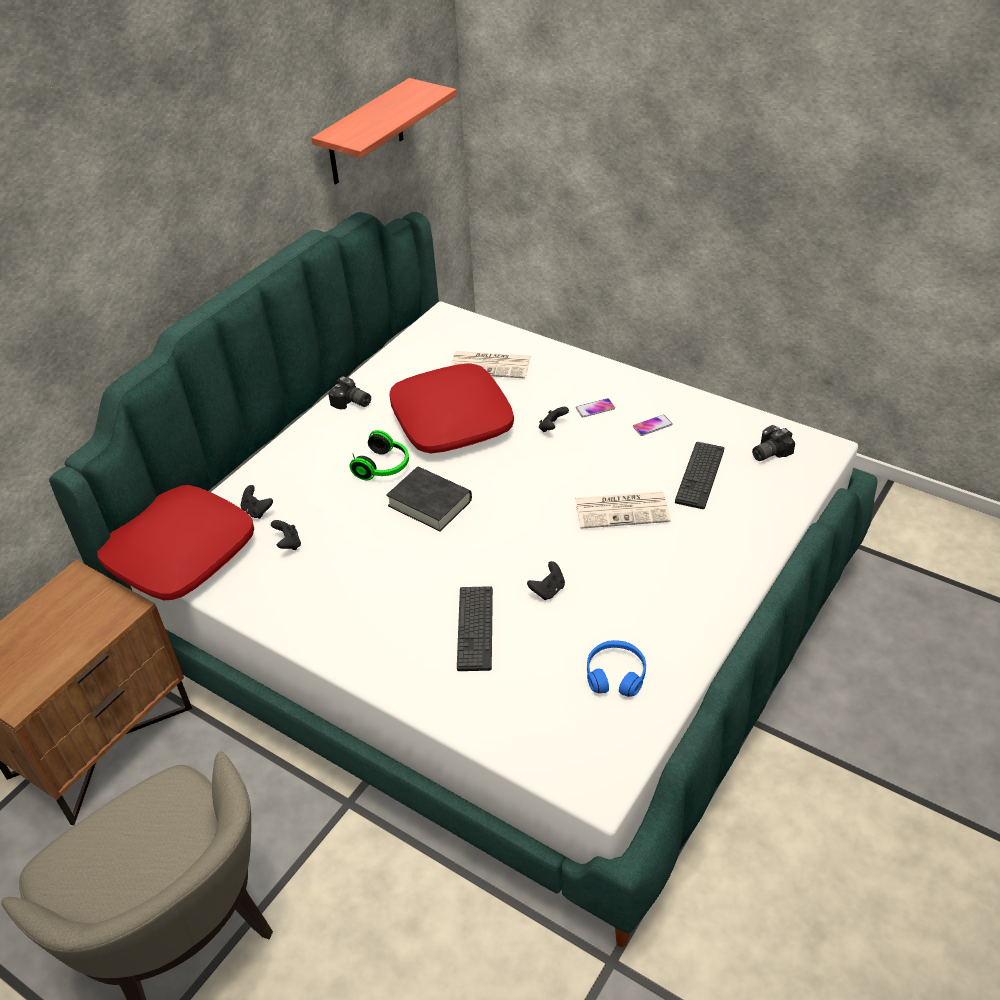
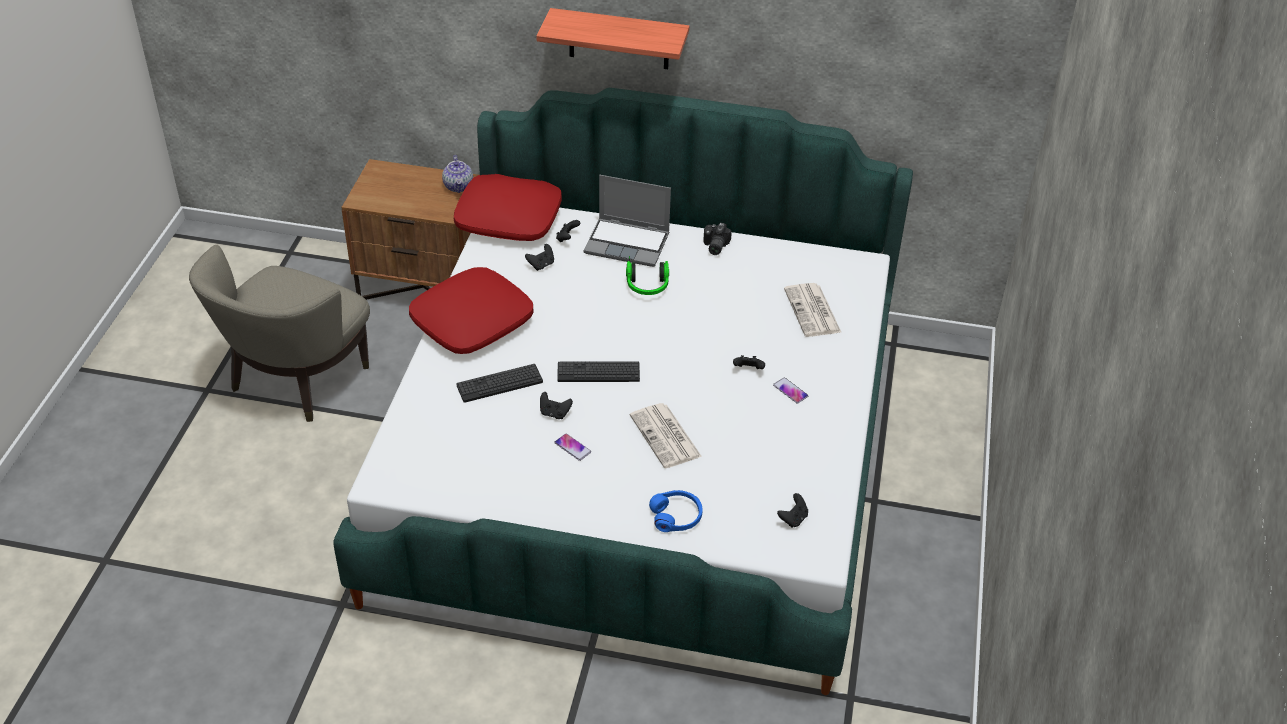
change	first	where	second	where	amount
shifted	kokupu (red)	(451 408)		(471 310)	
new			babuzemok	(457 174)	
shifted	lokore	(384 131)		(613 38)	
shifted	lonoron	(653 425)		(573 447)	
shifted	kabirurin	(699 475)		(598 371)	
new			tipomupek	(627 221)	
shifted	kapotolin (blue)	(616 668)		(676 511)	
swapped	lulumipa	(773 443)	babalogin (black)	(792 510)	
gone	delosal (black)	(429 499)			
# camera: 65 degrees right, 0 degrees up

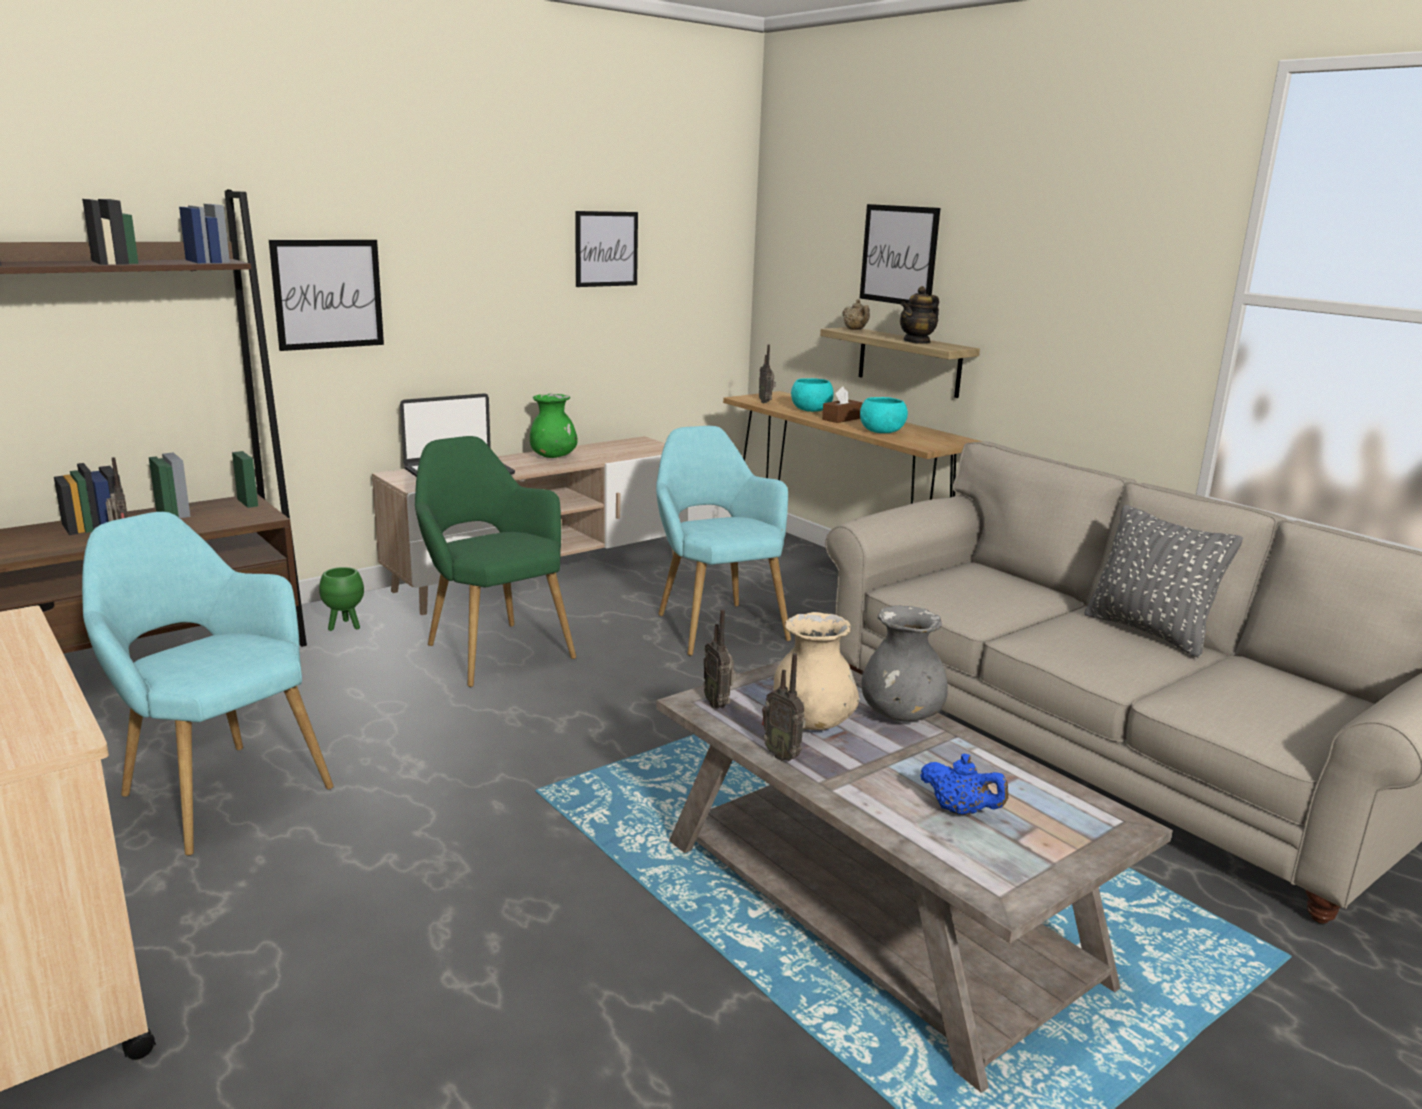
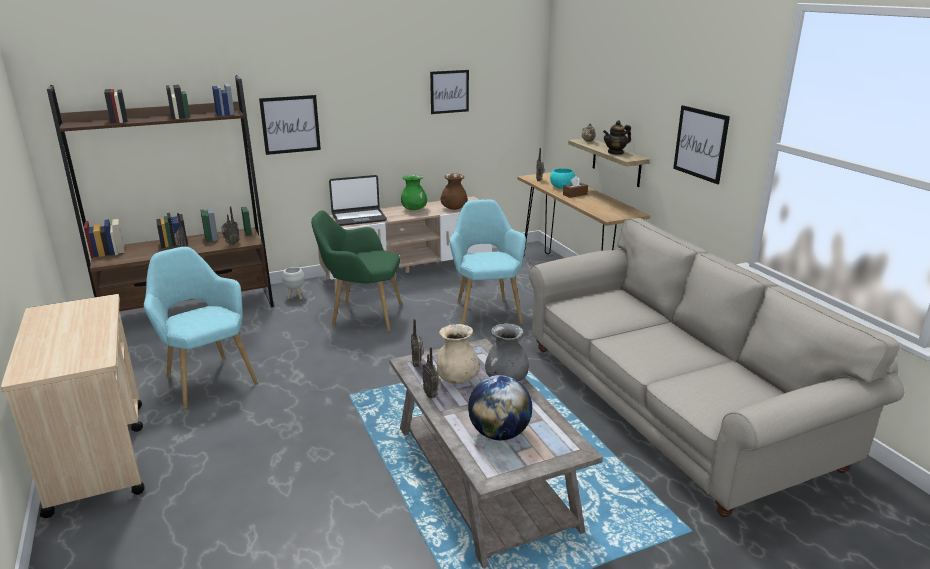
change	first	where	second	where	amount
new			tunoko	(230 225)	
repainted	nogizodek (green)	(341 599)	nogizodek (white)	(293 283)	
rotated	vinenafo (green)	(495 561)		(356 271)	60 degrees counterclockwise
new			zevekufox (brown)	(454 191)	
swapped	babuzemok (blue)	(964 784)	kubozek	(500 407)	
shifted	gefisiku	(900 254)		(701 144)	
gone	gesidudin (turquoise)	(884 415)			
gone	kokupu (grey)	(1163 581)			
# camera: 15 degrees right, 5 degrees up

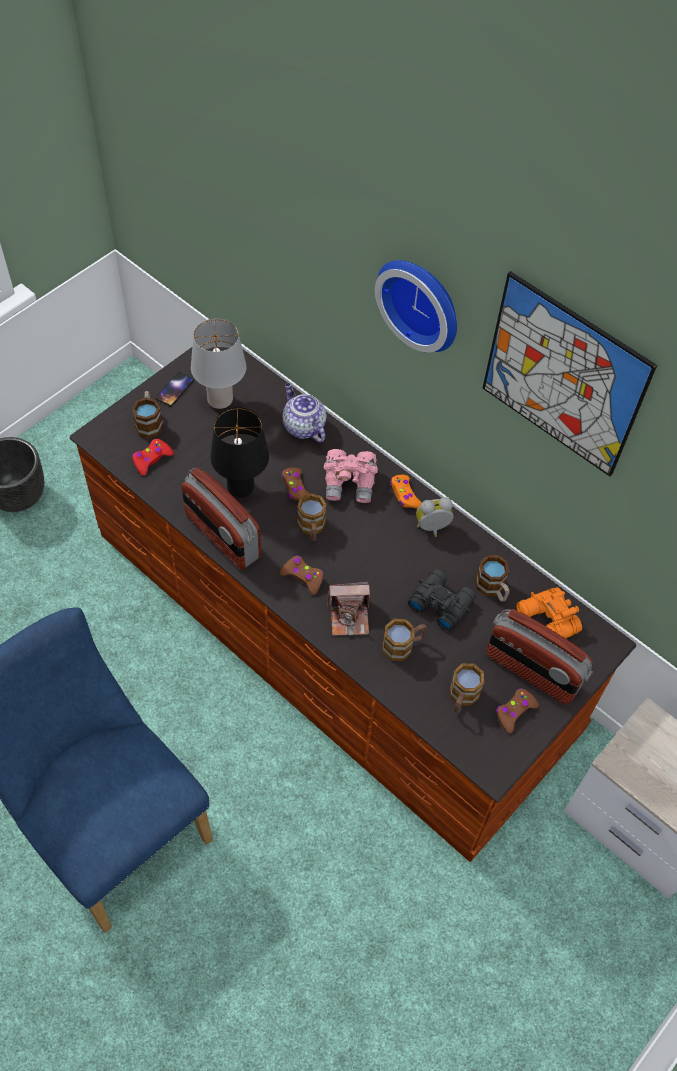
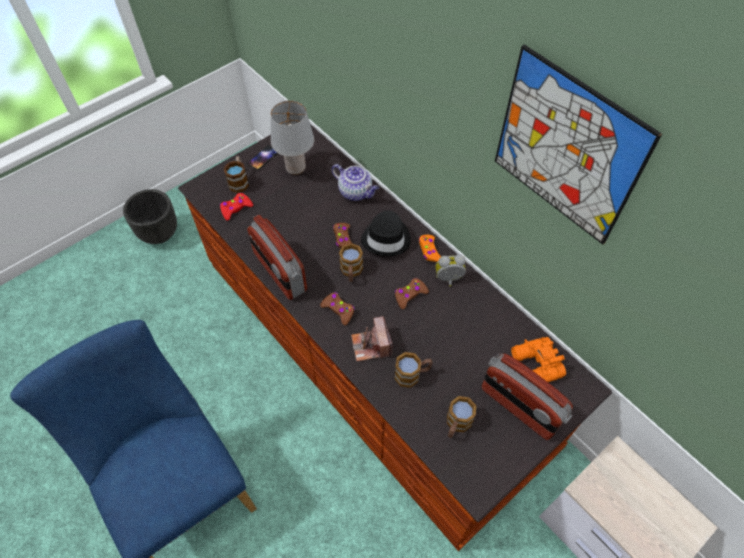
change	first	where	second	where	amount
rotated	babuzemok	(304 413)		(355 182)	150 degrees clockwise
rotated	lulumipa	(348 609)		(371 338)	75 degrees clockwise
swapped	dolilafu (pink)	(351 476)	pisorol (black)	(386 233)	
shifted	babalogin (brown)	(517 710)		(412 293)	
gone	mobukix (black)	(239 452)			
gone	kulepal	(416 306)			
gone	dolilafu (black)	(442 600)			
gone	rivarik	(492 578)			
# camera: 10 degrees right, 0 degrees up

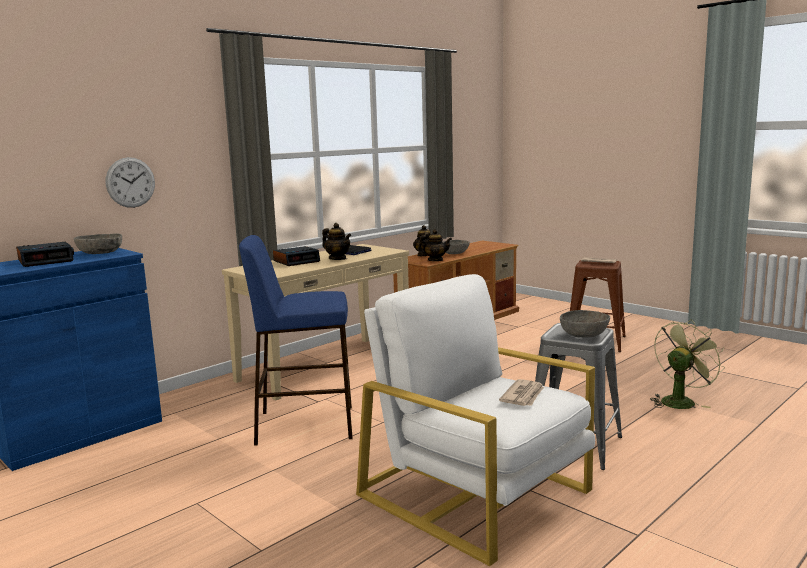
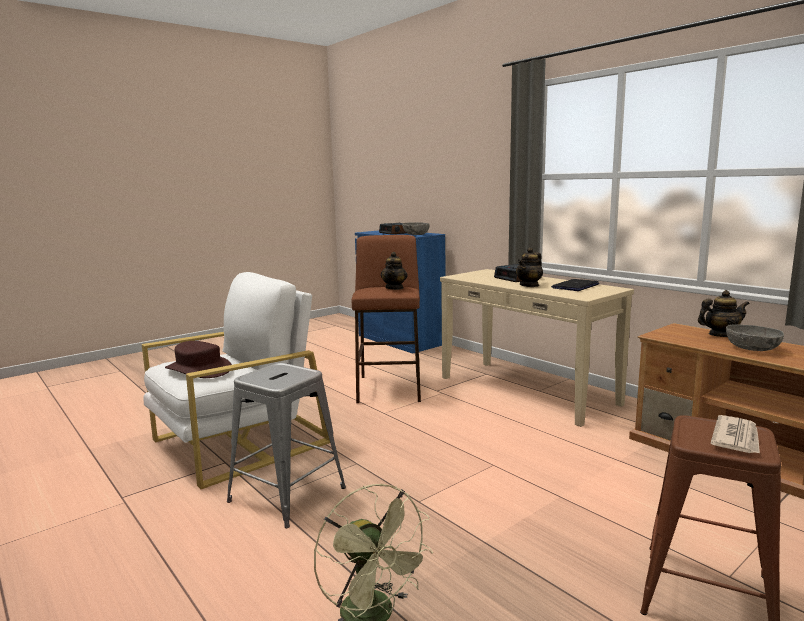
change	first	where	second	where	amount
swapped	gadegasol	(521 392)	pisorol (brown)	(198 359)	
repainted	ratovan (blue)	(296 340)	ratovan (brown)	(386 319)	
shifted	babuzemok	(435 245)		(394 271)	
gone	kulepal	(130 182)			
gone	gesidudin (grey)	(585 324)			
# camera: 95 degrees right, 0 degrees up

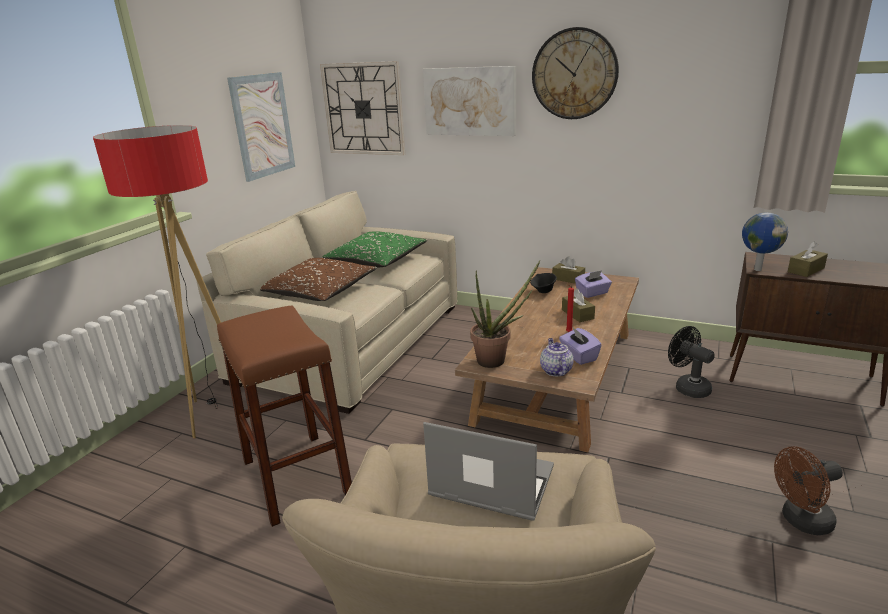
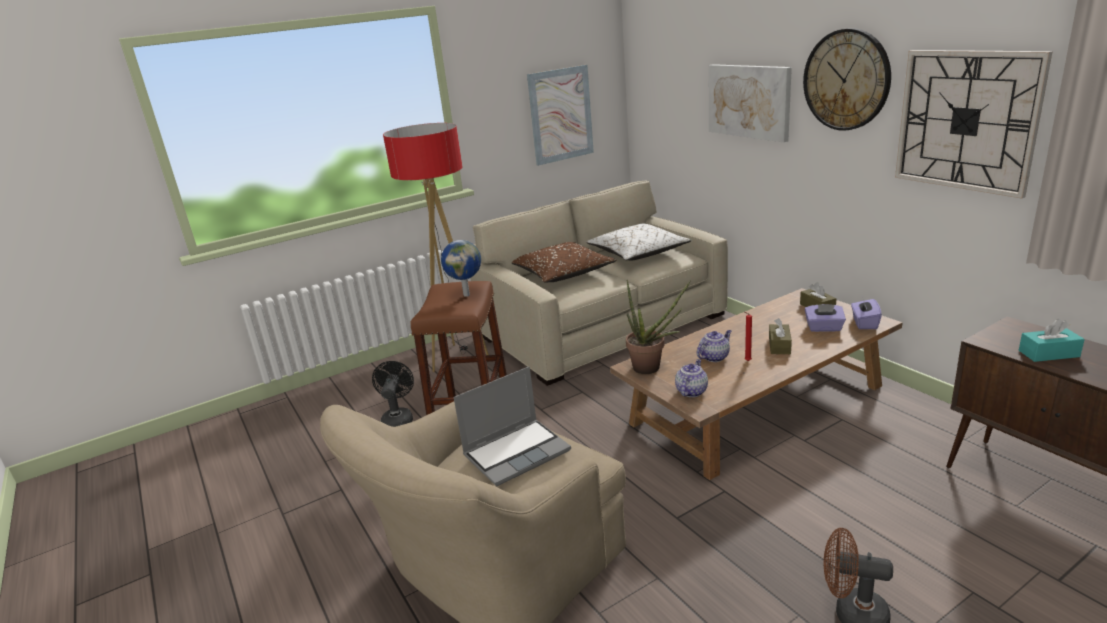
change	first	where	second	where	amount
shifted	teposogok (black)	(691 362)		(393 394)	
shifted	kubozek	(765 241)		(461 268)	
rotated	tipomupek	(488 471)		(512 426)	90 degrees clockwise
repainted	kokupu (green)	(374 249)	kokupu (white)	(639 242)	
new			babuzemok	(714 346)	
shifted	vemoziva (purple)	(580 345)		(866 312)	
shifted	kulepal	(362 108)		(974 124)	
repainted	vemoziva (brown)	(808 259)	vemoziva (turquoise)	(1052 340)	
gone	gesidudin (black)	(543 283)			
# camera: 35 degrees right, 0 degrees up

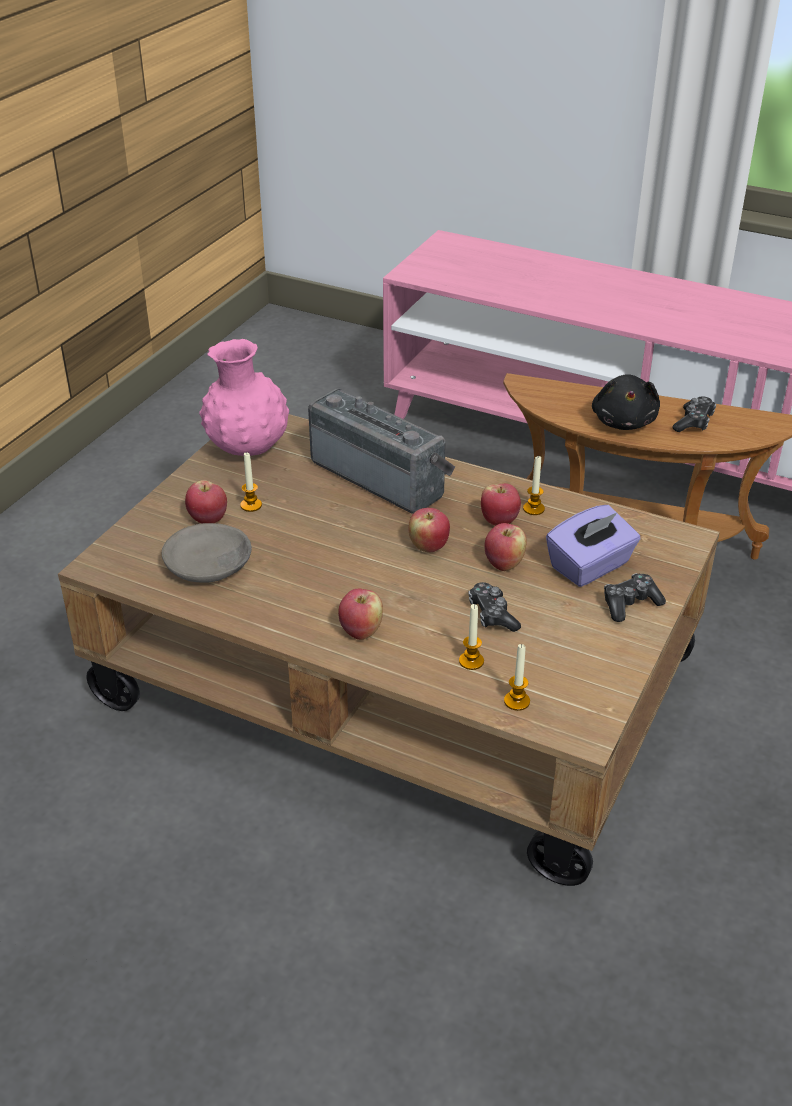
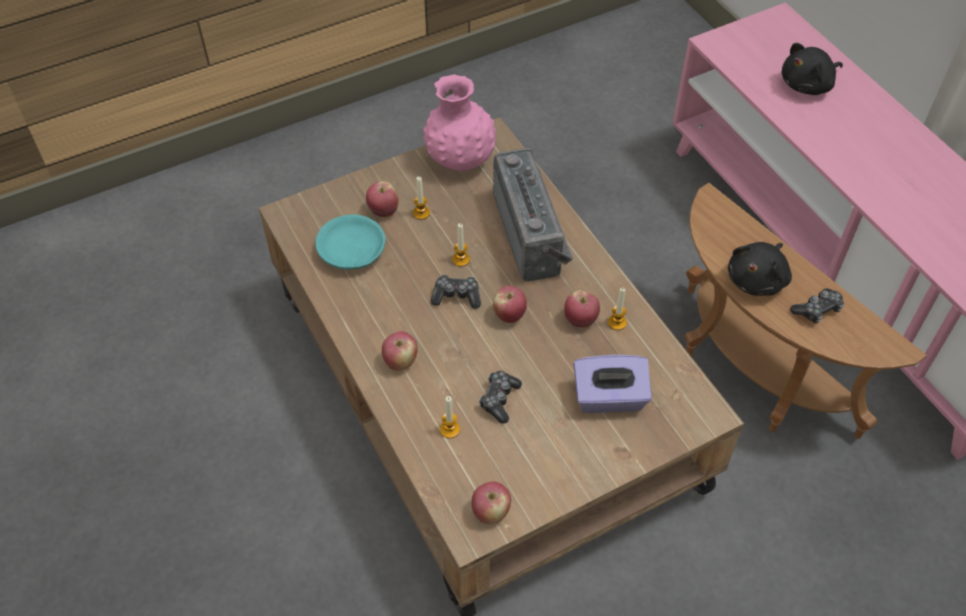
change	first	where	second	where	amount
repainted	gesidudin (grey)	(207 553)	gesidudin (turquoise)	(350 242)	
shifted	babalogin	(635 597)		(456 291)	
shifted	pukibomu	(517 677)		(461 245)	
shifted	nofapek	(505 547)		(491 502)	
new			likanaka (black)	(812 69)	
# camera: 35 degrees right, 15 degrees up

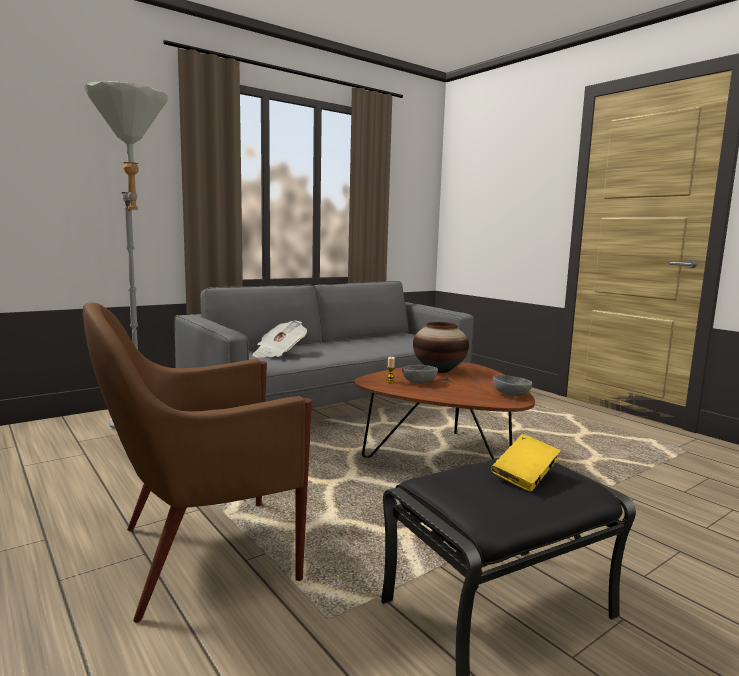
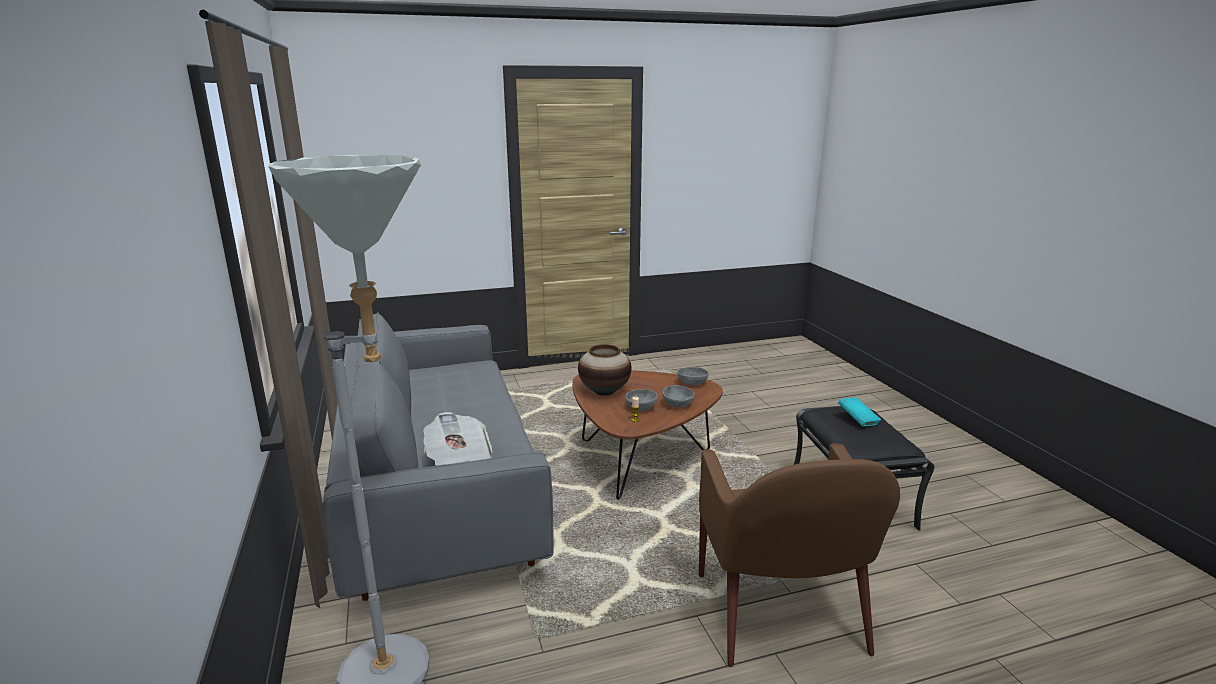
change	first	where	second	where	amount
new			gesidudin (grey)	(678 396)	
repainted	delosal (yellow)	(526 462)	delosal (turquoise)	(859 411)	
# camera: 70 degrees left, 10 degrees up

